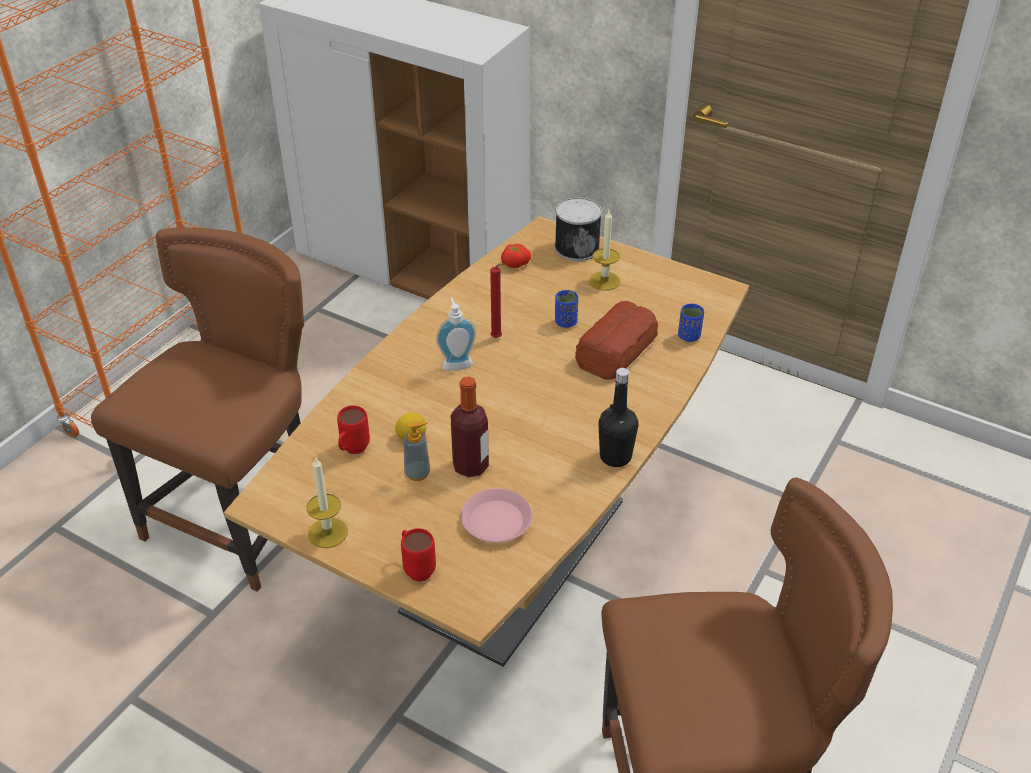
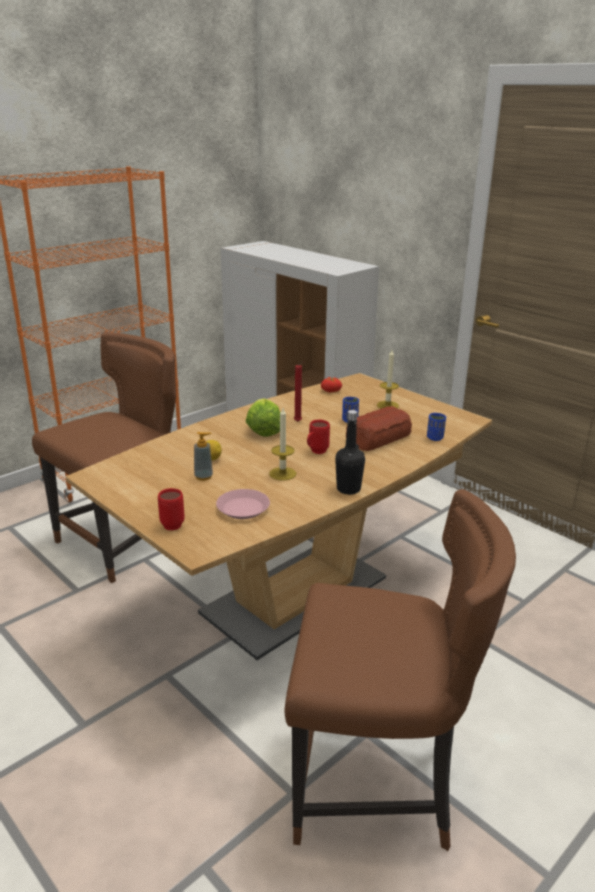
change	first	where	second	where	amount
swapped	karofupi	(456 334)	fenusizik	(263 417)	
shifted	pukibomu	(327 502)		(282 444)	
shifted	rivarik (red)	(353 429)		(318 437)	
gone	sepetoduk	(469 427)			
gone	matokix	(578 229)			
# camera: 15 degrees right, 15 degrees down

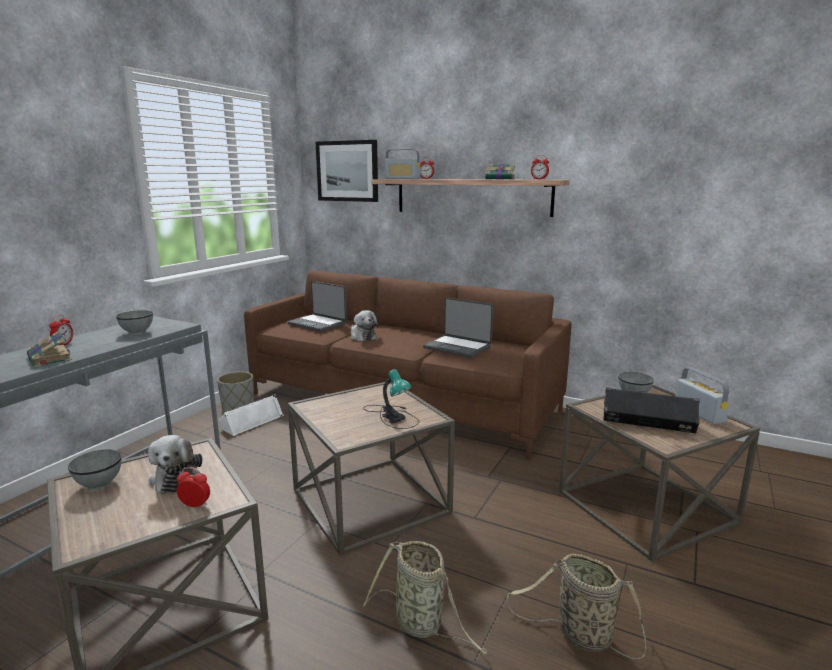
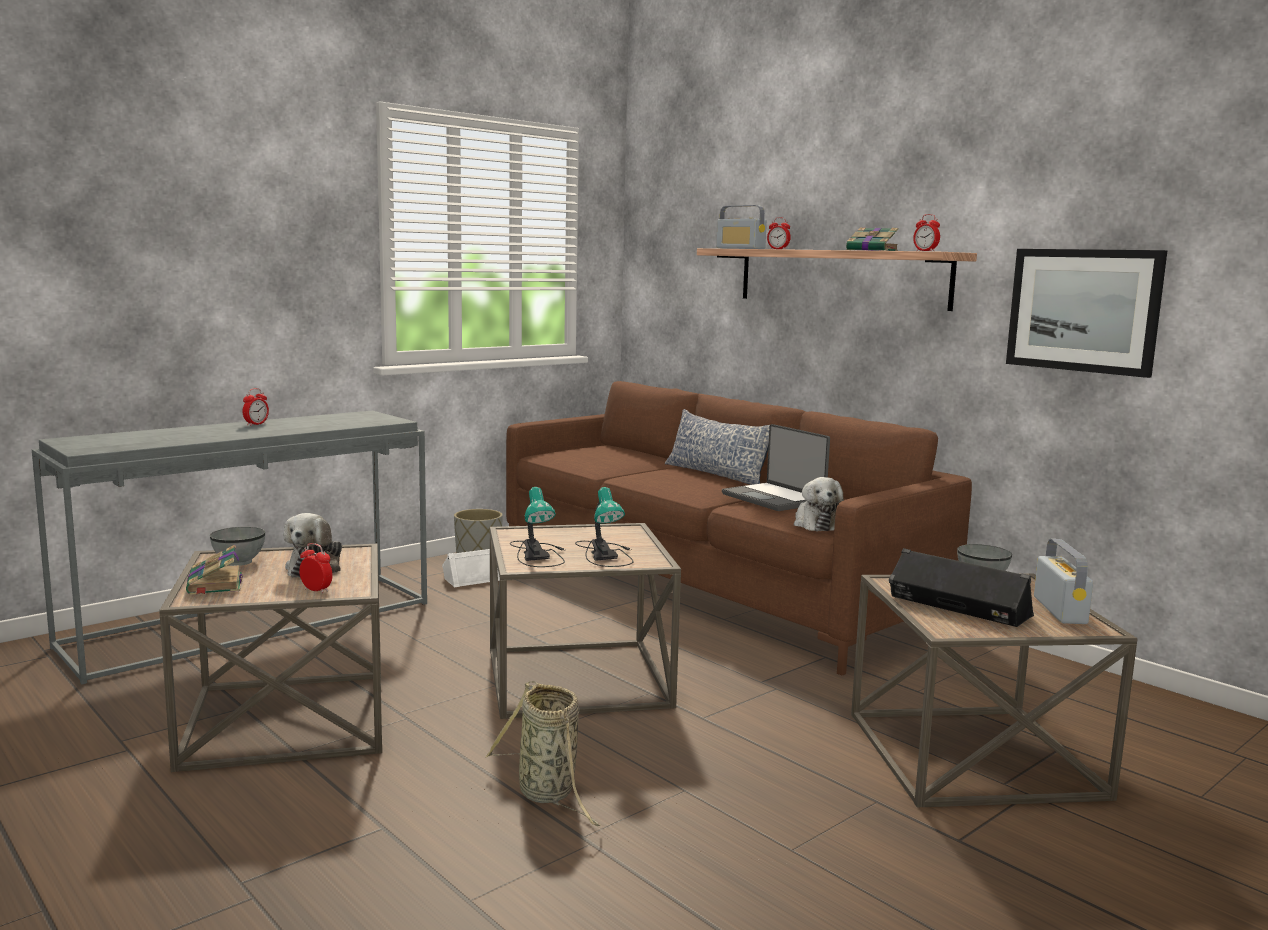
change	first	where	second	where	amount
shifted	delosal	(49 348)		(214 570)	
new			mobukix	(537 527)	
new			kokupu	(717 447)	
shifted	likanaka	(364 325)		(819 504)	
shifted	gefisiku	(347 171)		(1087 313)	
gone	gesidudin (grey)	(134 322)			
gone	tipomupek	(317 306)			
gone	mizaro	(576 606)			
# camera: 20 degrees right, 5 degrees down

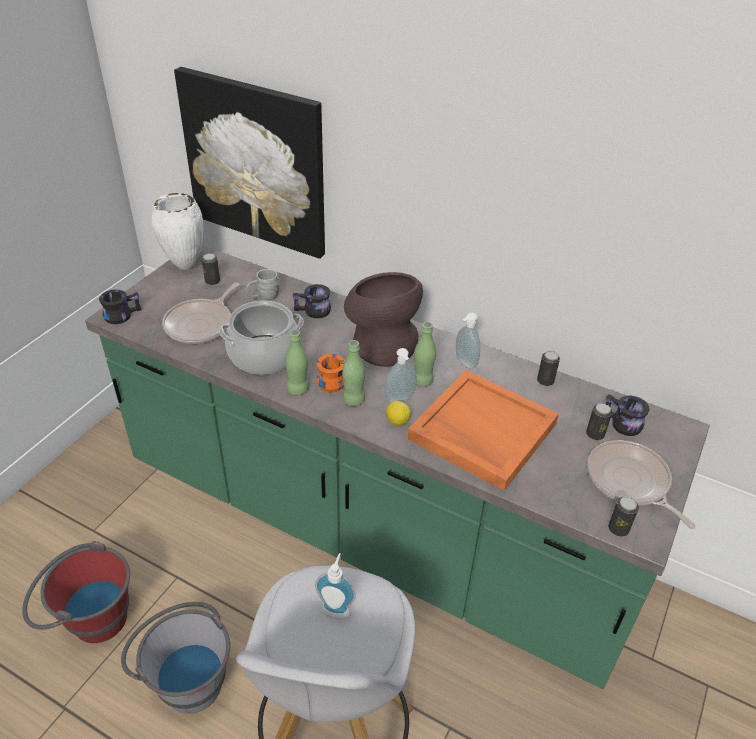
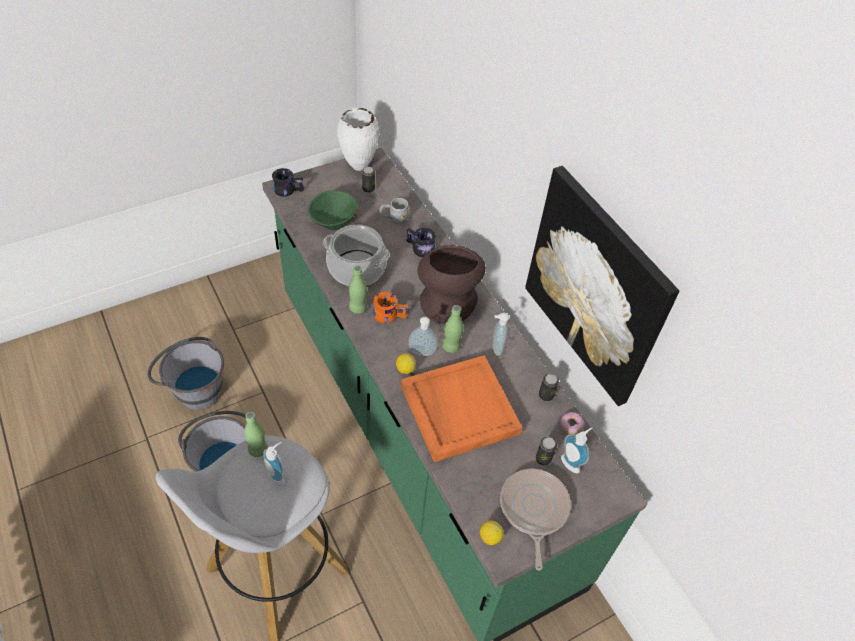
change	first	where	second	where	amount
repainted	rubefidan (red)	(76 592)	rubefidan (grey)	(186 373)	
shifted	sepetoduk (green)	(353 373)		(256 434)	
swapped	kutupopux	(200 313)	gesidudin (green)	(333 210)	
swapped	matokix	(623 516)	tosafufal	(492 532)	
shifted	gefisiku	(249 163)		(602 286)	
new			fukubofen	(572 423)	
swapped	rivarik (black)	(627 415)	karofupi	(576 450)	
# camera: 30 degrees right, 10 degrees up

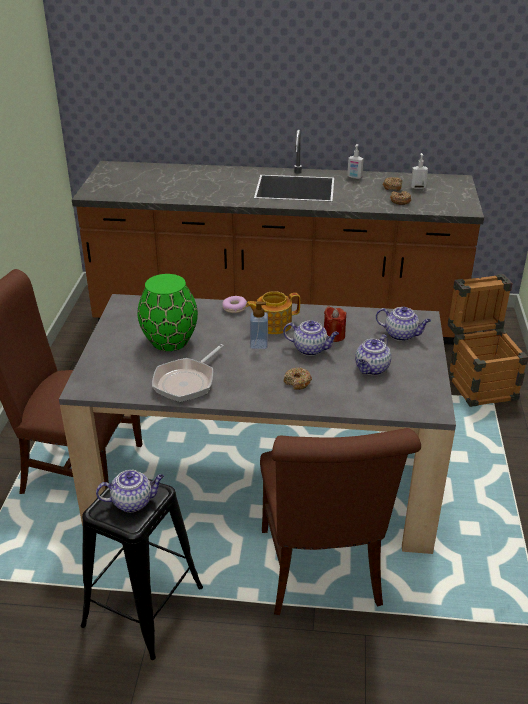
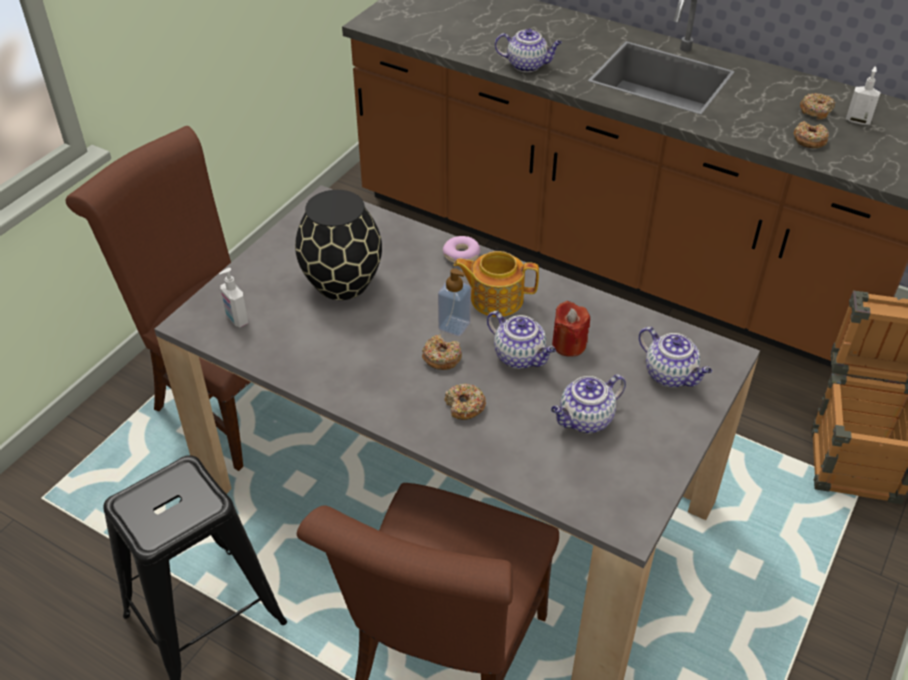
change	first	where	second	where	amount
shifted	karofupi	(355 161)		(233 297)	
repainted	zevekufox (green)	(168 312)	zevekufox (black)	(338 245)	
new			fukubofen	(442 352)	
shifted	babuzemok	(130 491)		(528 50)	
gone	kutupopux	(188 373)			
# camera: 25 degrees right, 10 degrees up

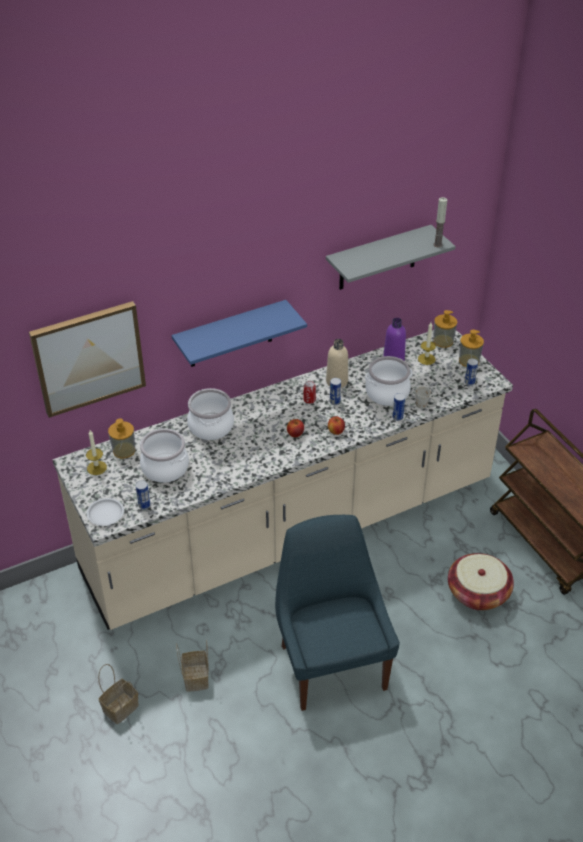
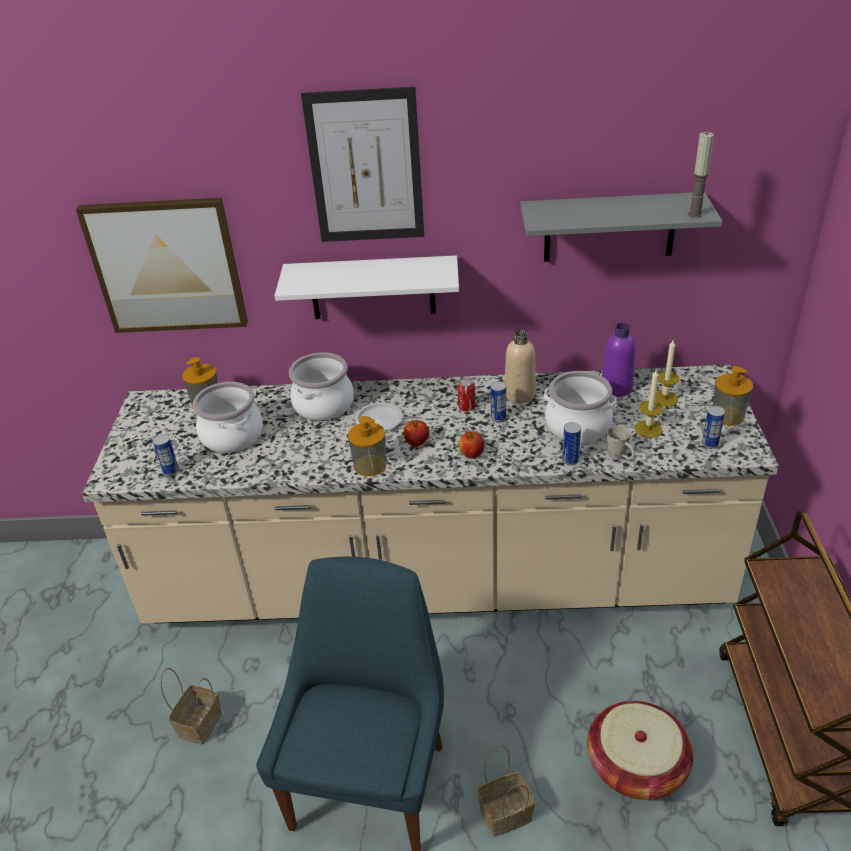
change	first	where	second	where	amount
repainted	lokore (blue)	(239 333)	lokore (white)	(367 287)	
new			gefisiku	(362 164)	
shifted	karofupi	(445 329)		(367 446)	
shifted	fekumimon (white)	(105 512)		(379 416)	
shifted	mizaro	(118 694)		(506 791)	
shifted	pukibomu	(96 452)		(649 403)	
# camera: 30 degrees right, 5 degrees down

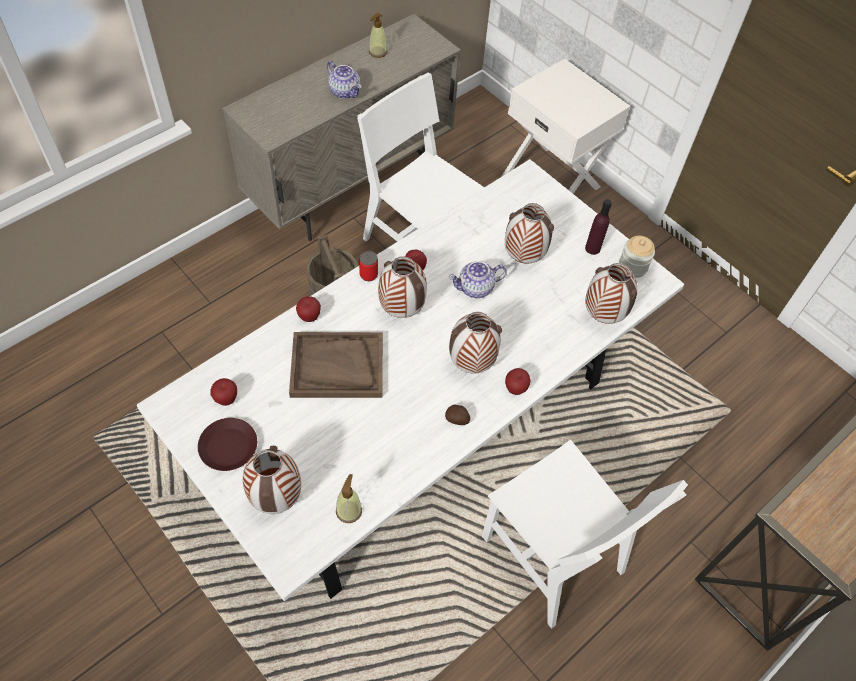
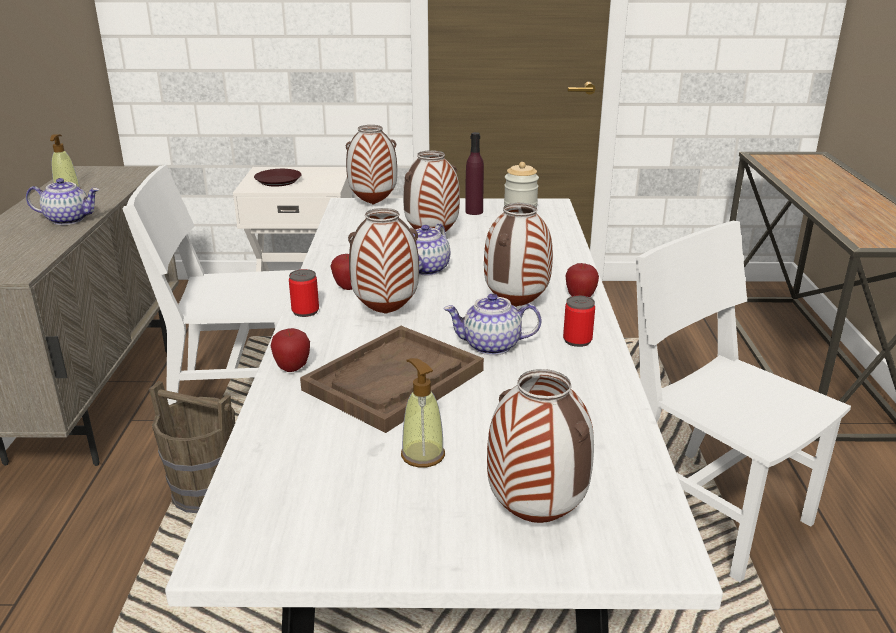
change	first	where	second	where	amount
shifted	fekumimon (brown)	(227 444)		(278 178)	
shifted	zevekufox	(611 293)		(371 165)	
shifted	karofupi	(349 498)		(423 413)	
new			babuzemok	(493 324)	
swapped	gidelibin	(457 414)	matokix	(579 321)	
rotated	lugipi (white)	(585 534)		(743 401)	135 degrees counterclockwise
gone	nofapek	(223 392)			
# camera: 45 degrees left, 30 degrees down

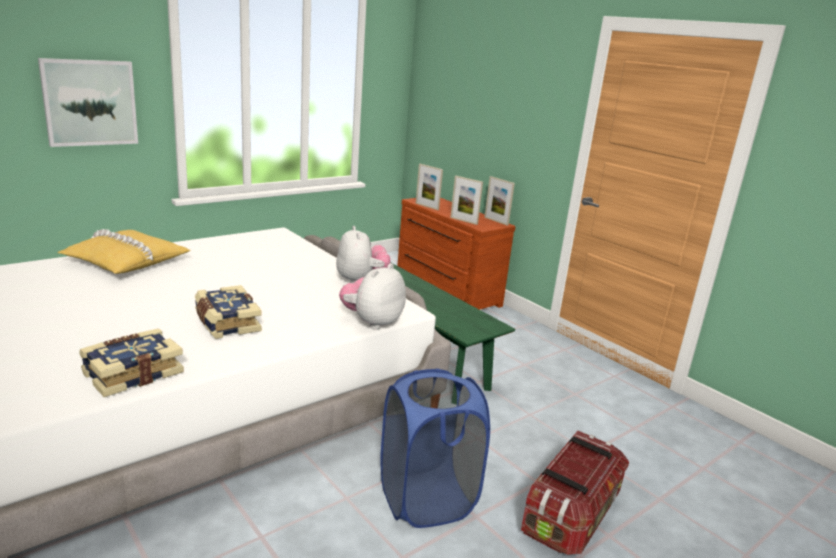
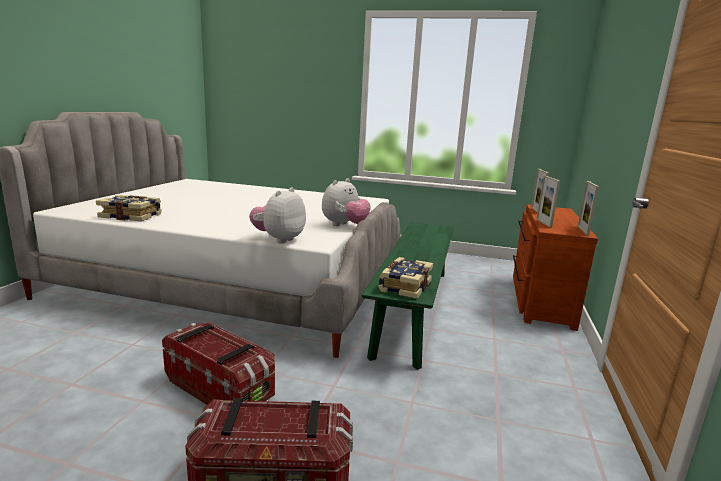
change	first	where	second	where	amount
swapped	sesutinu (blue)	(435 448)	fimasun	(218 364)	
rotated	likanaka	(372 296)		(277 215)	60 degrees counterclockwise
shifted	delosal	(228 312)		(405 278)	
gone	gefisiku	(88 102)			
gone	kokupu (yellow)	(124 251)			
# camera: 55 degrees right, 5 degrees down

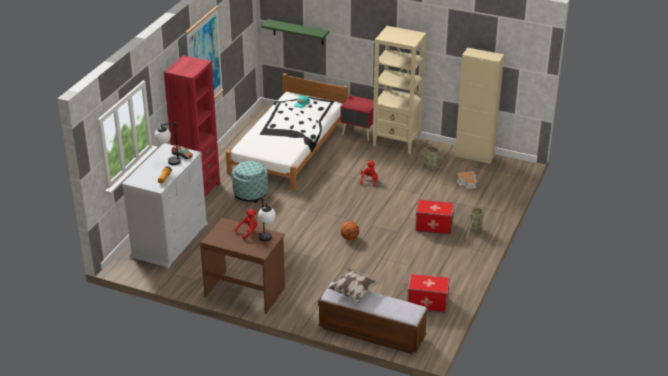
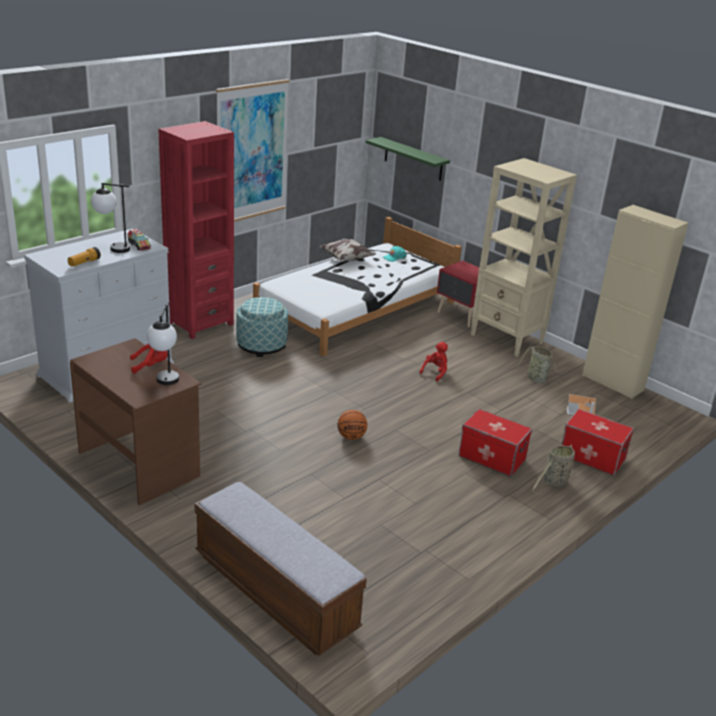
change	first	where	second	where	amount
shifted	kokupu	(354 286)		(348 250)	
shifted	fimasun	(429 293)		(598 442)	
# camera: 20 degrees right, 5 degrees down

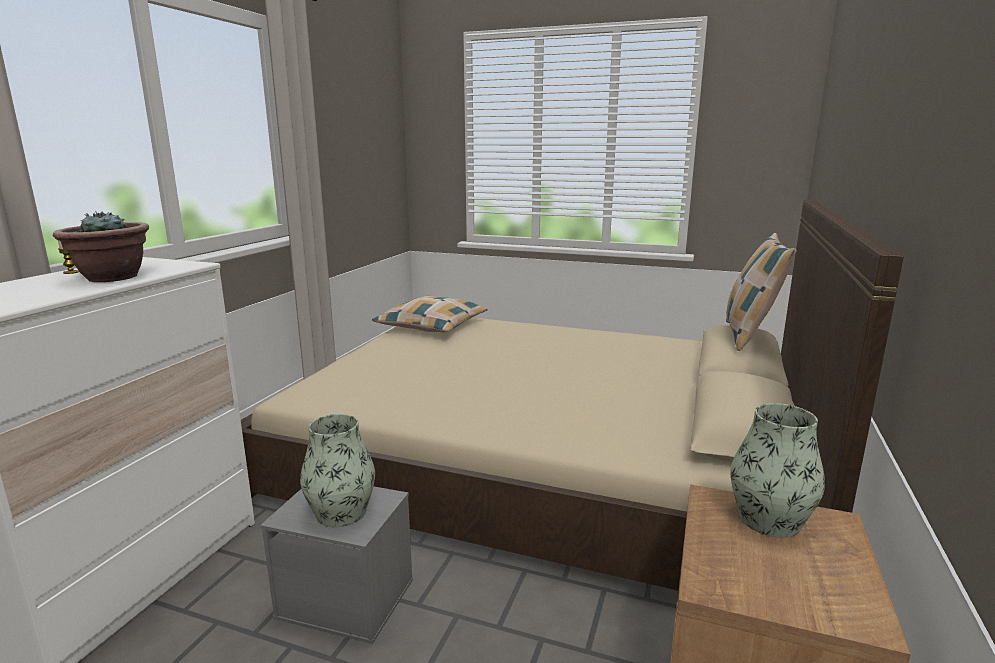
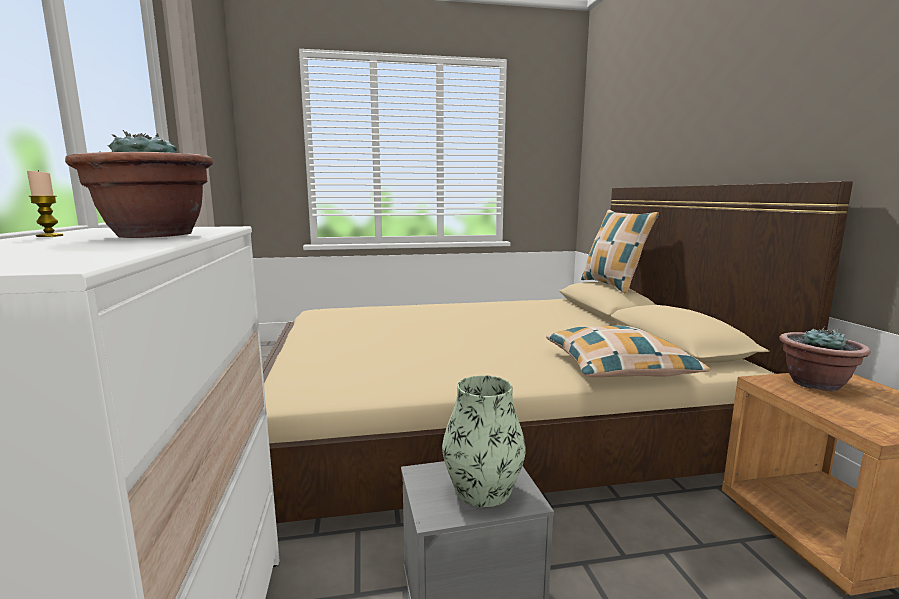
change	first	where	second	where	amount
shifted	kokupu	(430 314)		(628 351)	
swapped	zevekufox	(777 470)	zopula	(825 359)	
# camera: 30 degrees left, 5 degrees down

